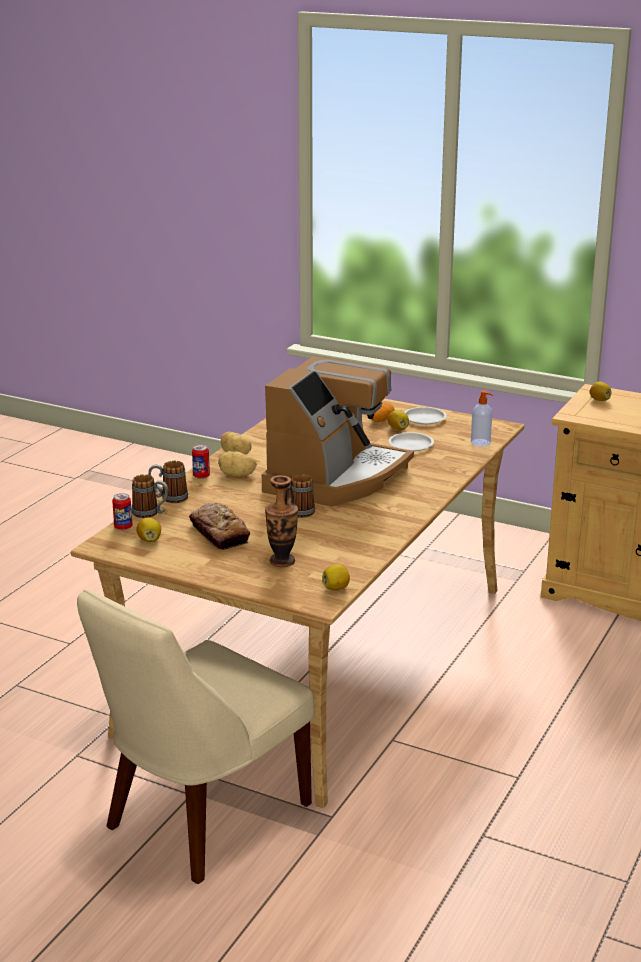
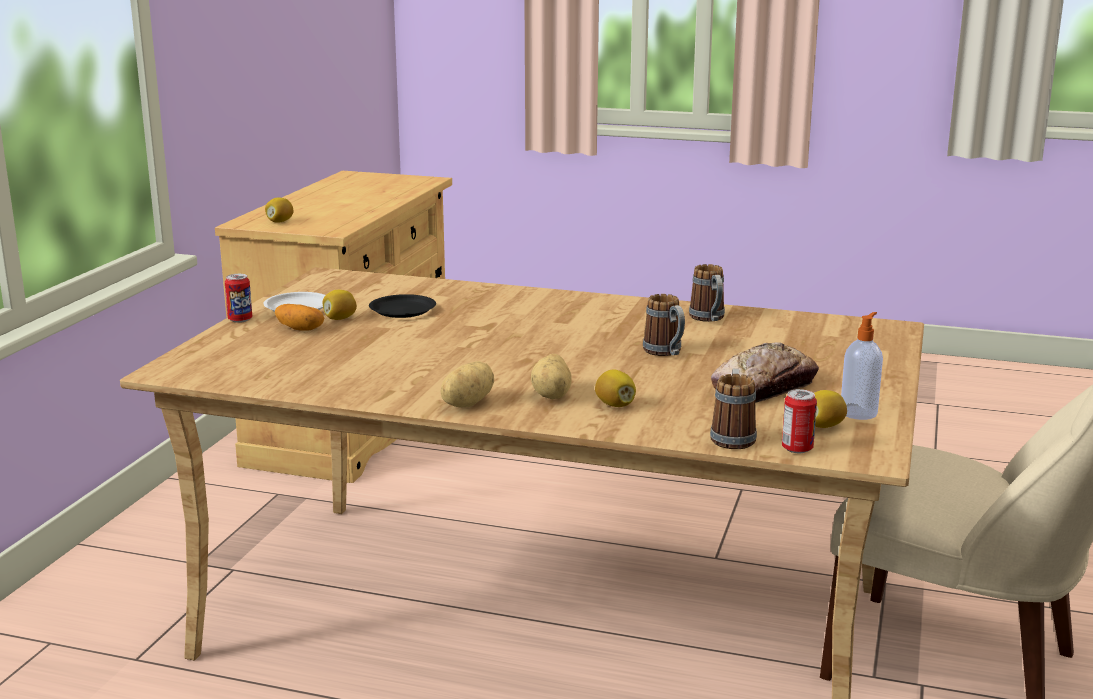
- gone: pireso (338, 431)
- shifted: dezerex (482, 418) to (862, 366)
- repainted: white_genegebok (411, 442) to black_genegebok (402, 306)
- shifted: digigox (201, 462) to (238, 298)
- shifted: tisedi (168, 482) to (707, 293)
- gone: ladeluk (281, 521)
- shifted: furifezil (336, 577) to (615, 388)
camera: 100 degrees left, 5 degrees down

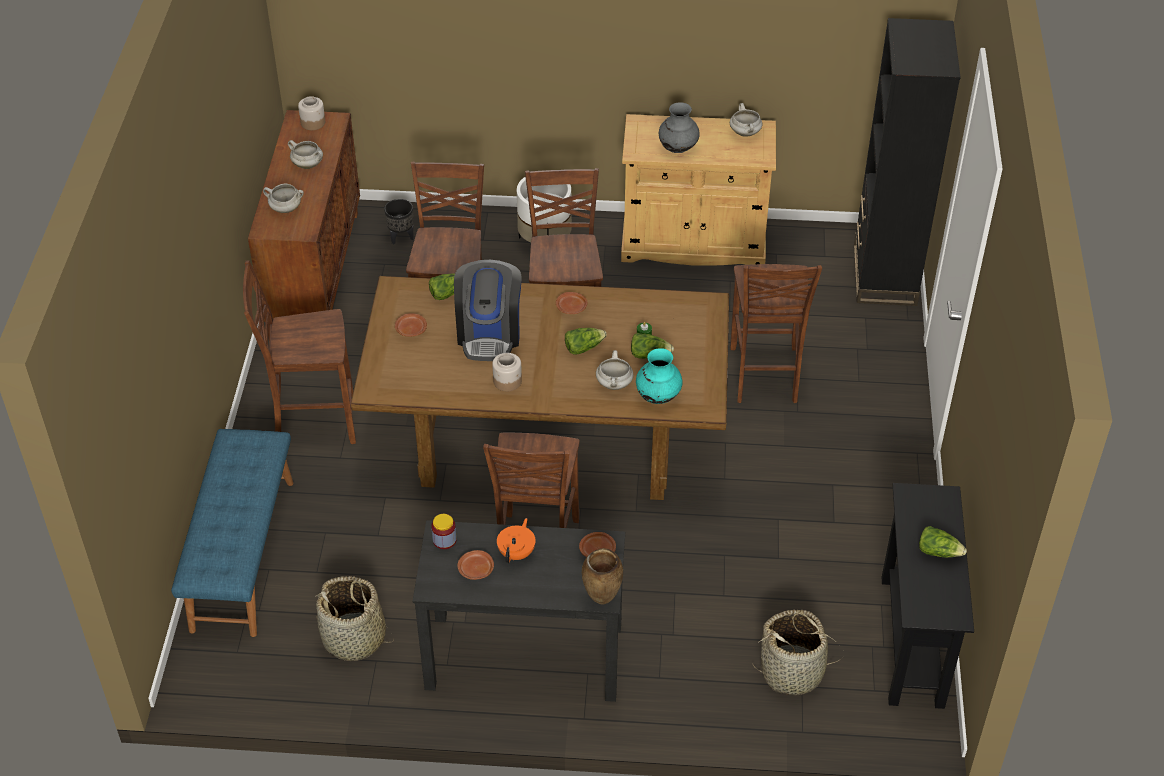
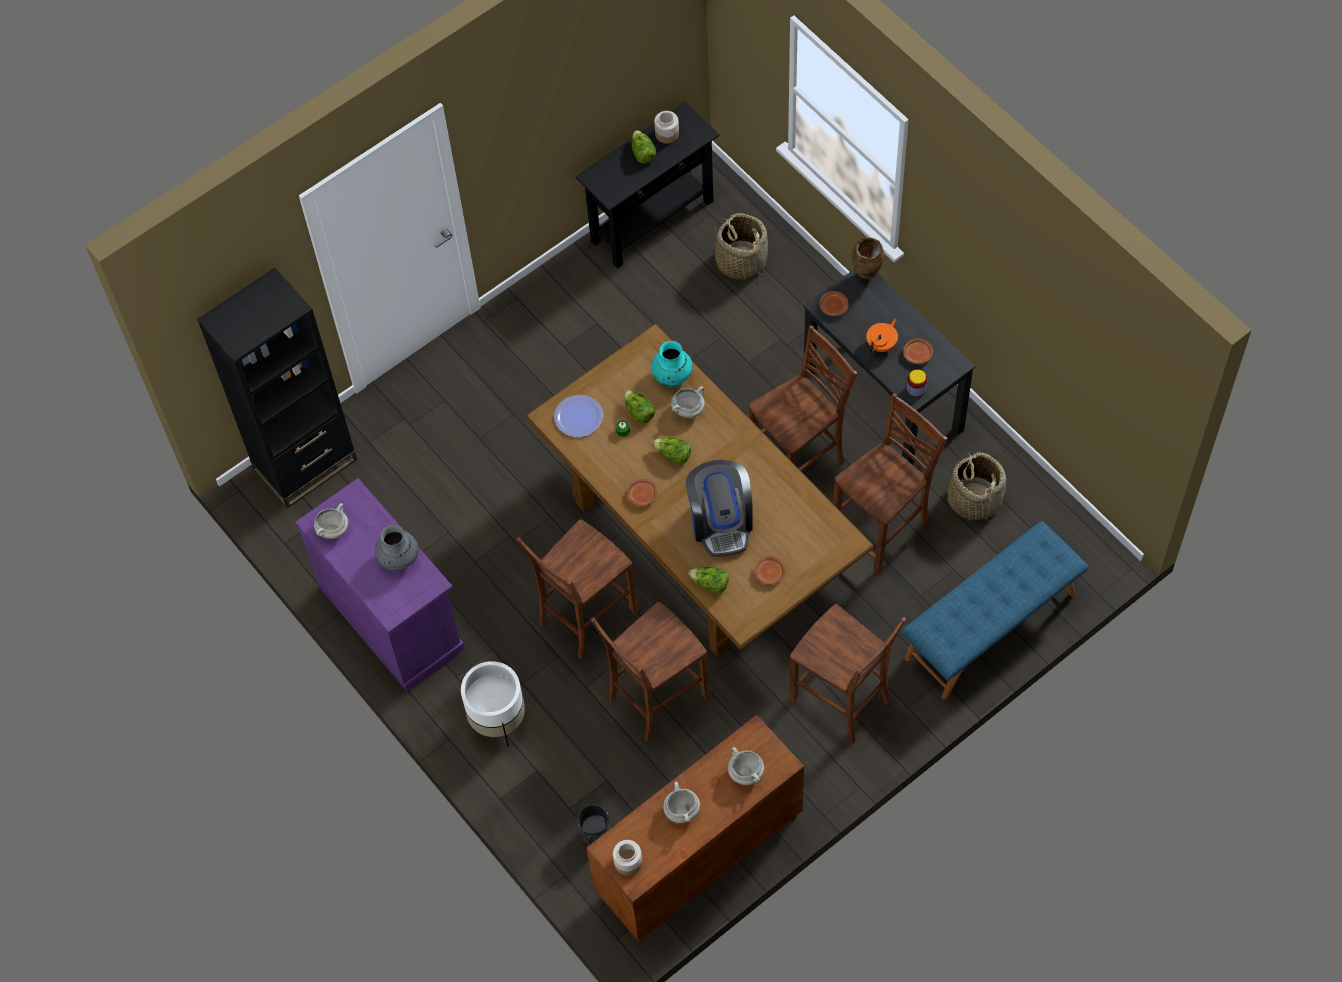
- repainted: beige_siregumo (698, 190) to purple_siregumo (380, 584)
- rotated: pireso (488, 310) = (719, 508) 120 degrees clockwise
- shifted: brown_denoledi (776, 333) to (890, 483)
- shifted: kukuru (507, 372) to (666, 127)
- rotated: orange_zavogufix (516, 540) = (882, 336) 150 degrees clockwise
- new: genegebok (578, 416)
camera: 130 degrees left, 15 degrees up

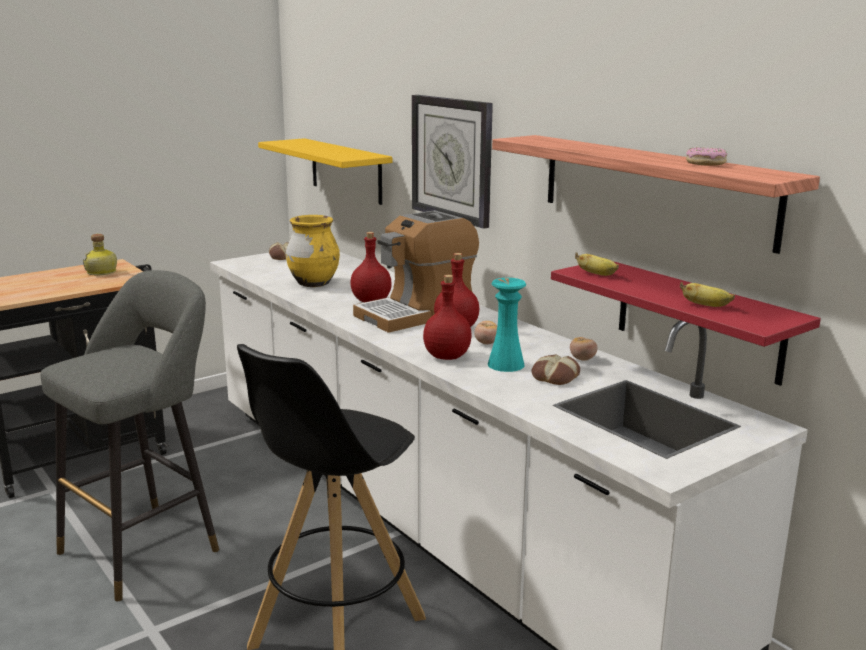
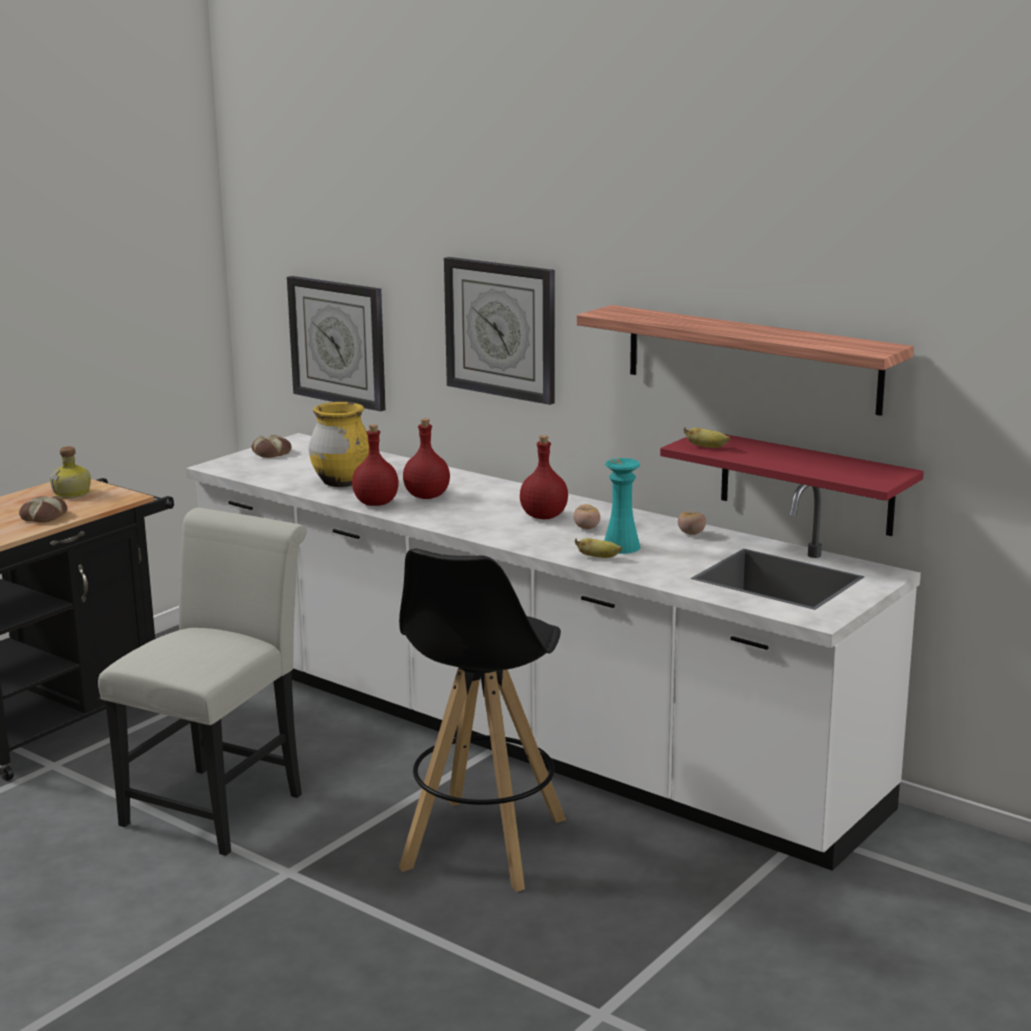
- swapped: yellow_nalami (325, 171) to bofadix (336, 344)
- gone: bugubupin (706, 156)
- gone: pireso (416, 271)
- swapped: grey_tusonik (130, 435) to white_denoledi (202, 682)
- shifted: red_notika (447, 317) to (375, 465)
- shifted: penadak (707, 294) to (598, 548)
- shifted: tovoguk (555, 369) to (43, 509)
camera: 15 degrees left, 0 degrees up

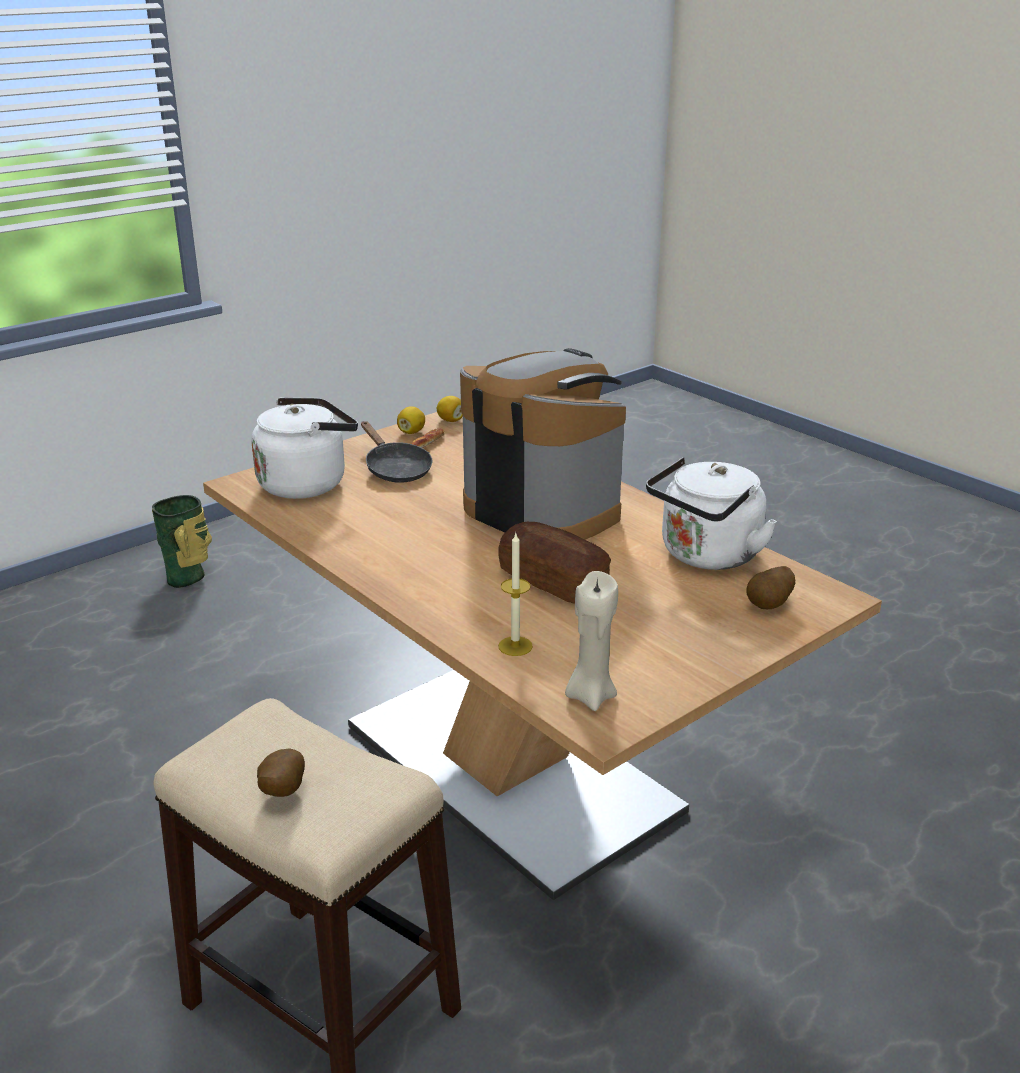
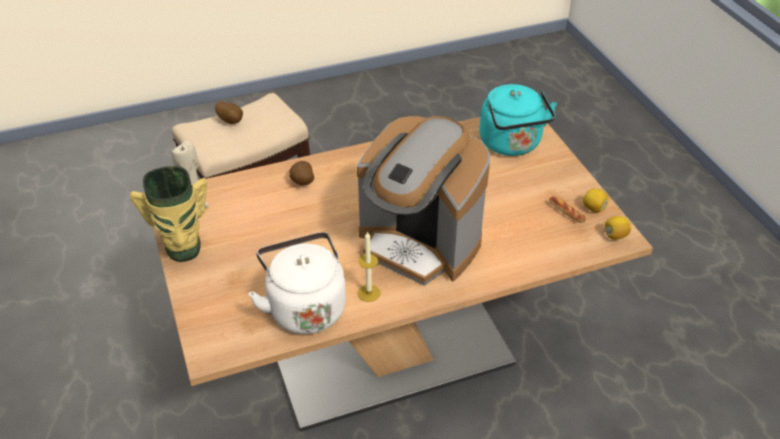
- rotated: pireso (543, 444) = (423, 201) 60 degrees clockwise
- repainted: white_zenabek (304, 448) to turquoise_zenabek (518, 120)
- gone: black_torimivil (396, 452)
- shifted: ladeluk (182, 541) to (168, 214)
- gone: tovoguk (554, 563)
- shifted: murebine (515, 594) to (369, 266)
- shifted: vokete (771, 587) to (302, 173)
camera: 110 degrees right, 15 degrees up

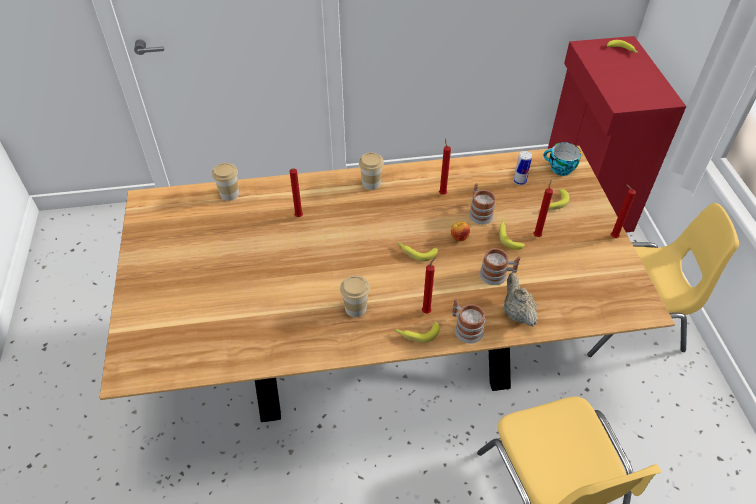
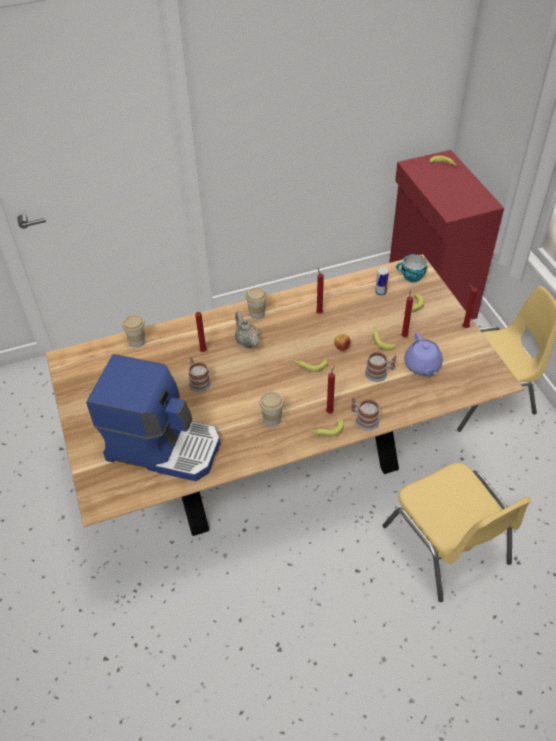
- shifted: tisedi (482, 203) to (199, 374)
- shifted: beige_zavogufix (521, 299) to (247, 329)
- new: purple_zavogufix (423, 354)
- new: pireso (153, 417)
camera: 10 degrees left, 0 degrees up

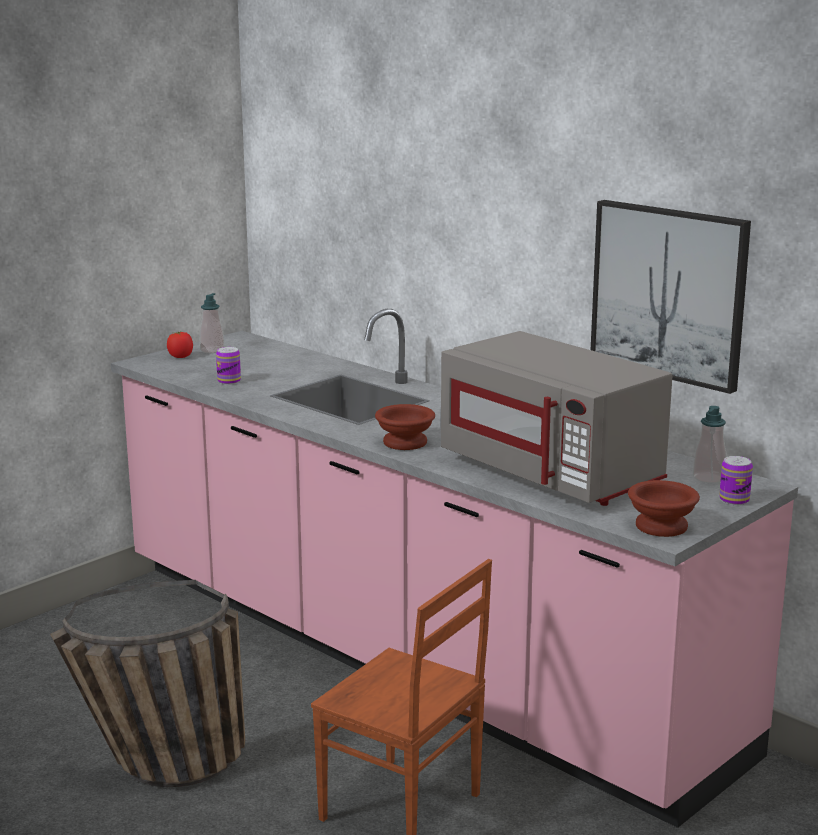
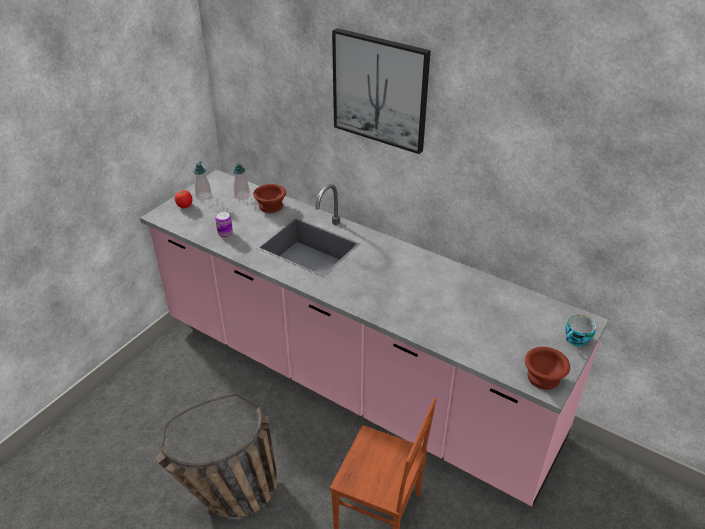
- shifted: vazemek (671, 297) to (381, 91)
- gone: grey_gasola (557, 418)
- shifted: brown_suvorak (405, 427) to (269, 198)
- shifted: dezerex (710, 444) to (241, 181)
- swapped: digigox (736, 480) to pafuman (580, 330)
camera: 10 degrees left, 20 degrees up

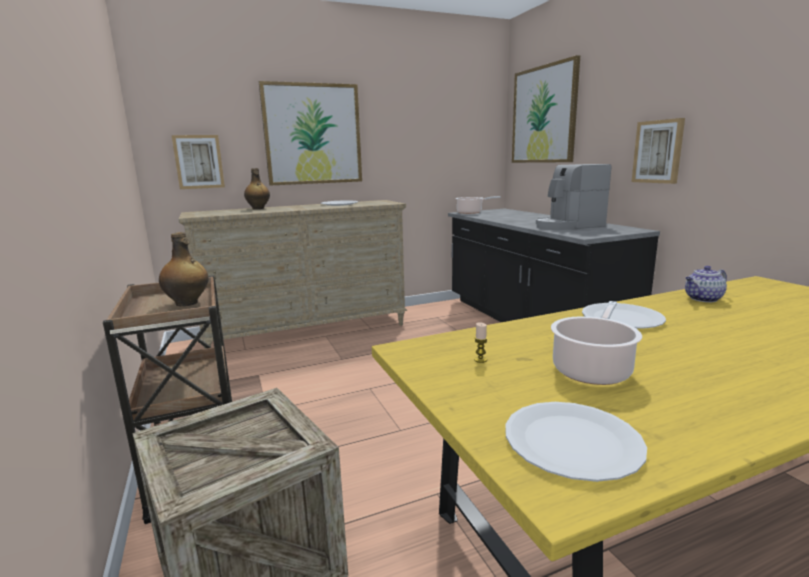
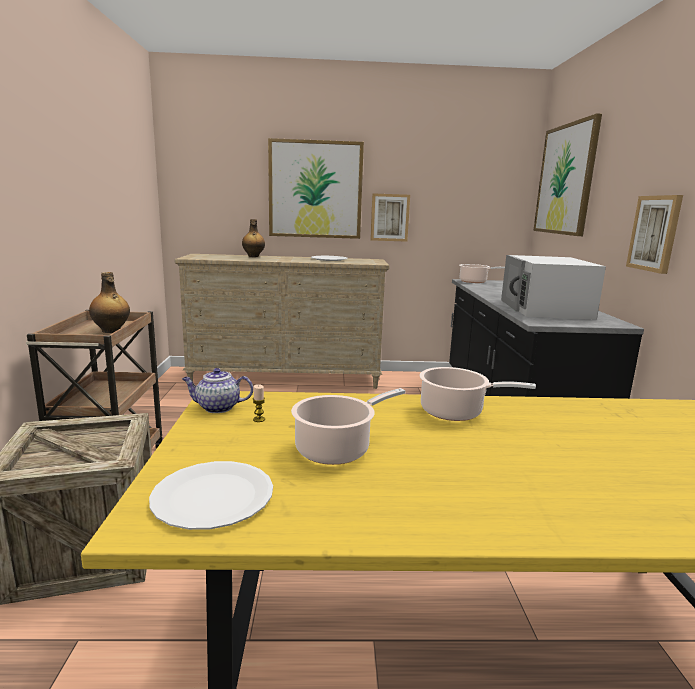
- shifted: vazemek (198, 162) to (390, 217)
- swapped: pireso (573, 197) to white_gasola (553, 287)
- shifted: zavogufix (706, 284) to (217, 390)
- swapped: white_genegebok (624, 316) to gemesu (477, 394)
camera: 20 degrees right, 0 degrees up

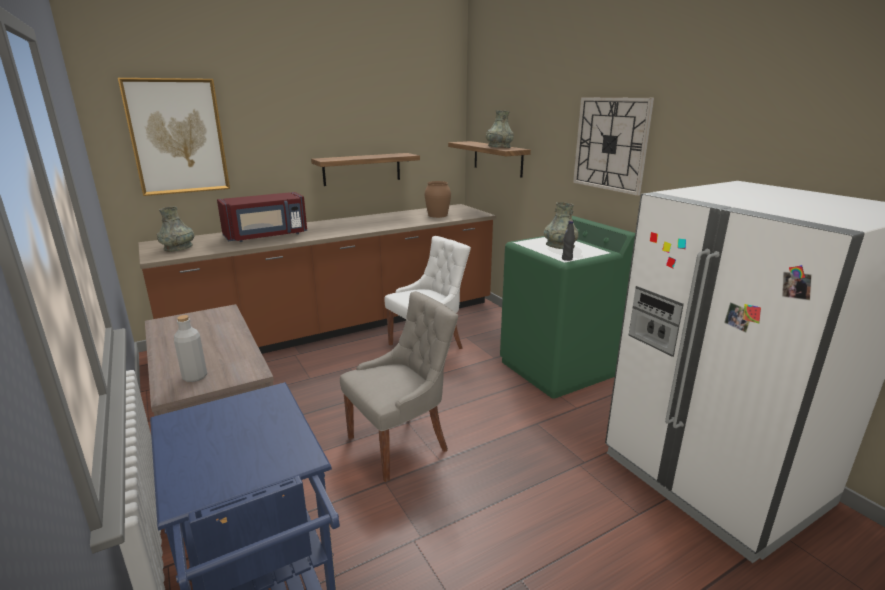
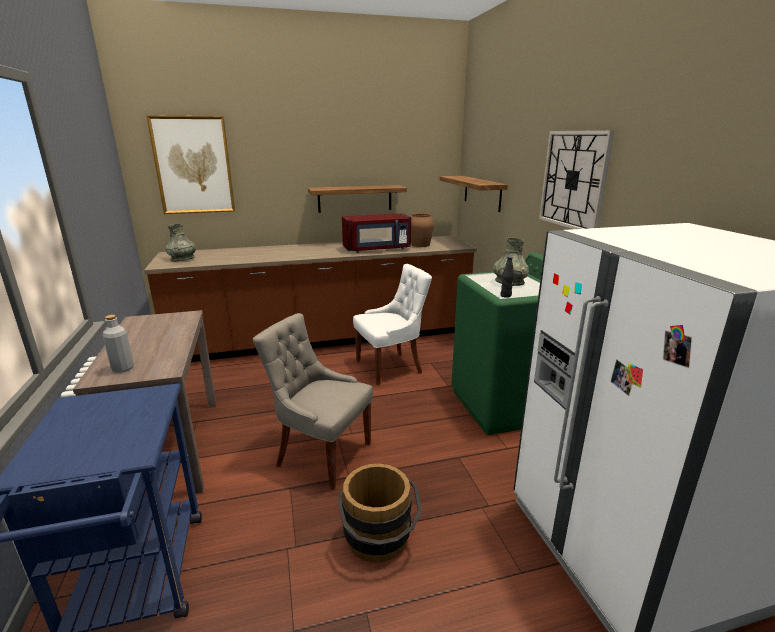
- gone: grey_ladeluk (500, 129)
- shifted: red_gasola (262, 217) to (376, 233)
- rotated: grey_denoledi (399, 386) = (313, 401) 135 degrees counterclockwise
- new: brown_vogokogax (379, 513)
camera: 15 degrees right, 0 degrees up

